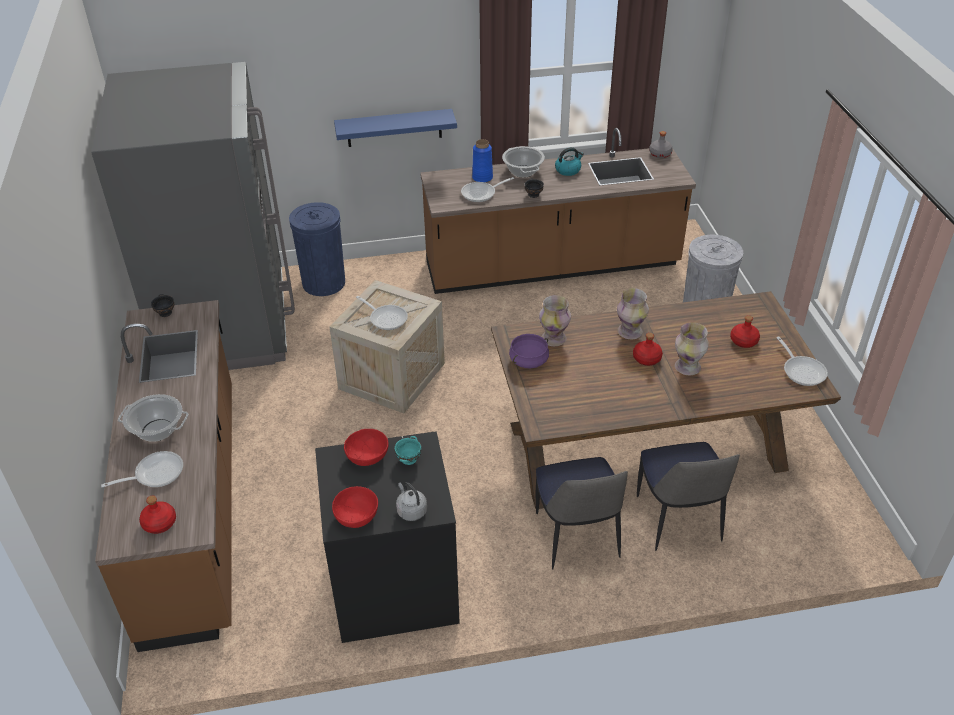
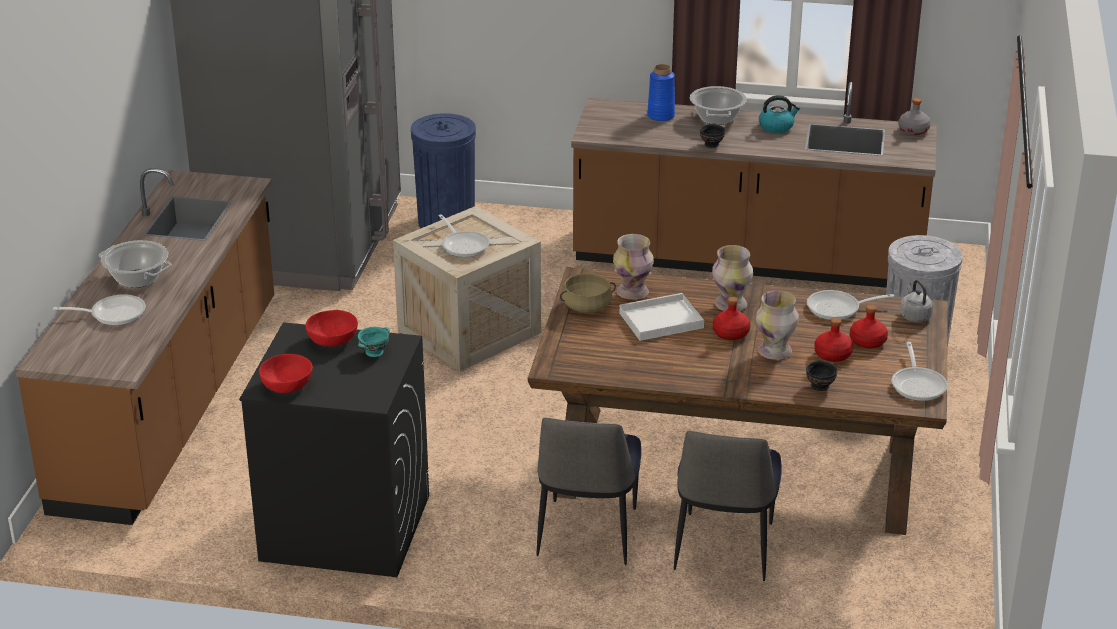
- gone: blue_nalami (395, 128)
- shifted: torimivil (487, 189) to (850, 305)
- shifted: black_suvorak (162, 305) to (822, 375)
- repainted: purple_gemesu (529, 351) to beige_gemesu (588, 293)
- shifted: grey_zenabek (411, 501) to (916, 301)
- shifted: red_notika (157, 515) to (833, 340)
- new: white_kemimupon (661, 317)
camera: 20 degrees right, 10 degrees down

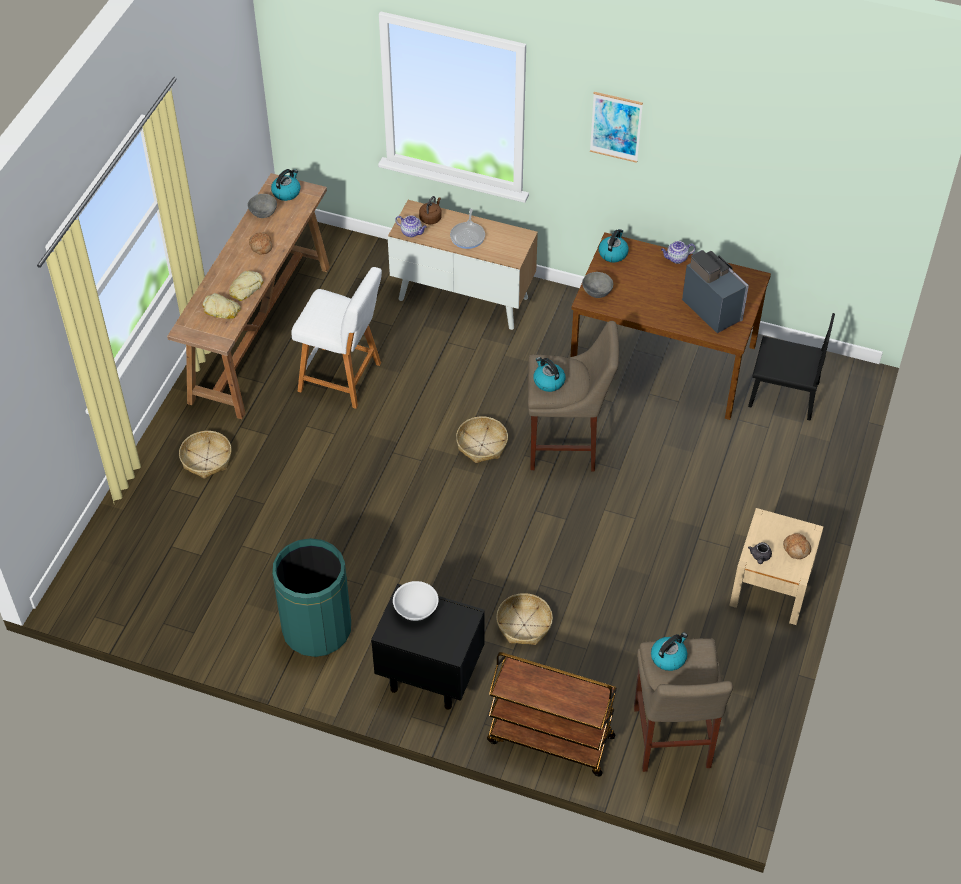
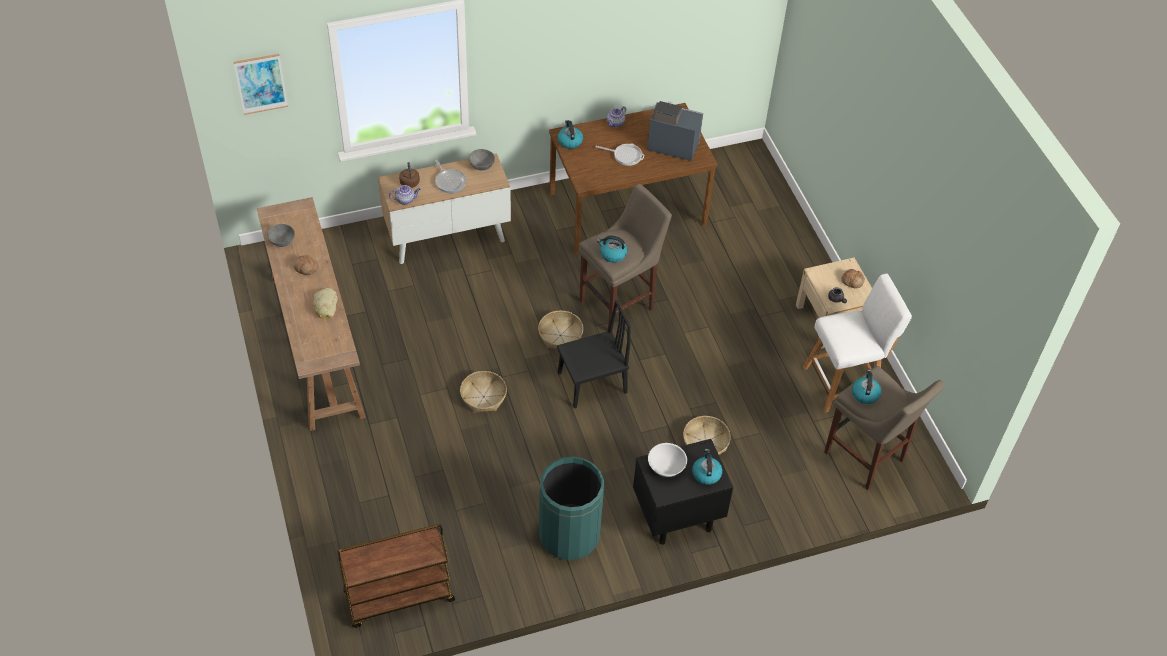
- shifted: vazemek (616, 127) to (261, 84)
- shifted: zenabek (285, 185) to (707, 467)
- shifted: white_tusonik (336, 338) to (857, 342)
- shifted: grey_suvorak (597, 285) to (482, 160)
- gone: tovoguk (221, 306)
- shifted: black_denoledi (791, 367) to (594, 354)
- shifted: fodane (205, 455) to (483, 392)
- shifted: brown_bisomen (552, 714) to (396, 576)
- new: torimivil (619, 154)
camera: 40 degrees left, 0 degrees up

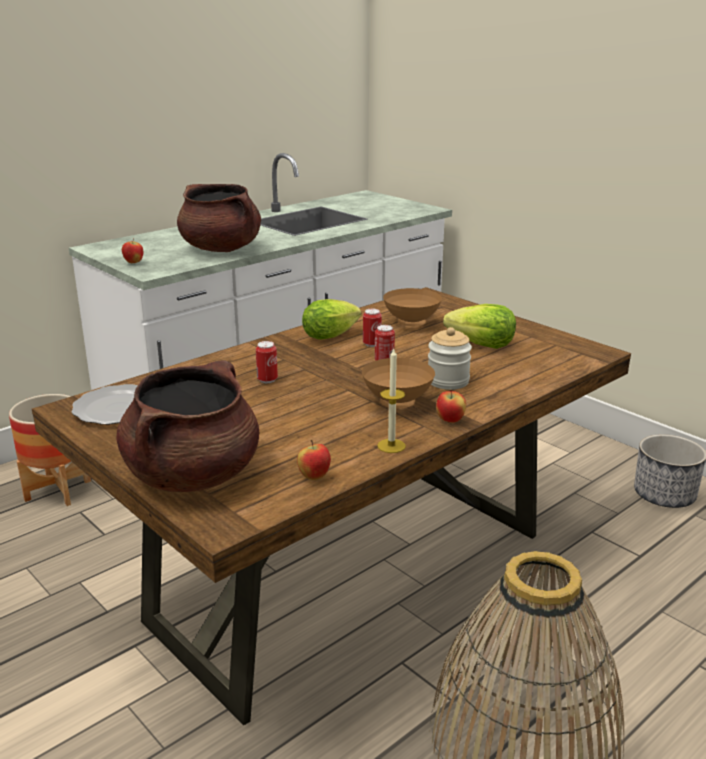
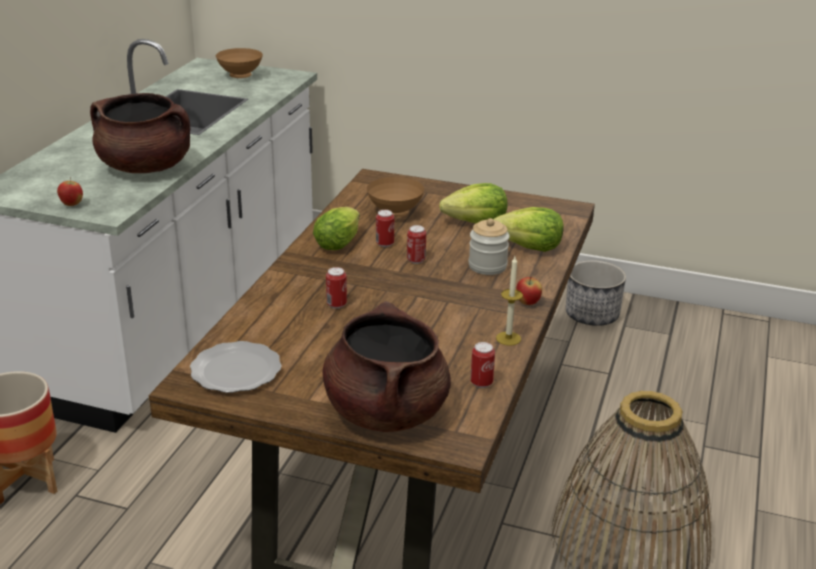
- shifted: brown_suvorak (398, 383) to (239, 63)
- swapped: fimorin (314, 460) to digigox (482, 365)
- new: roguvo (529, 229)
camera: 30 degrees left, 5 degrees up

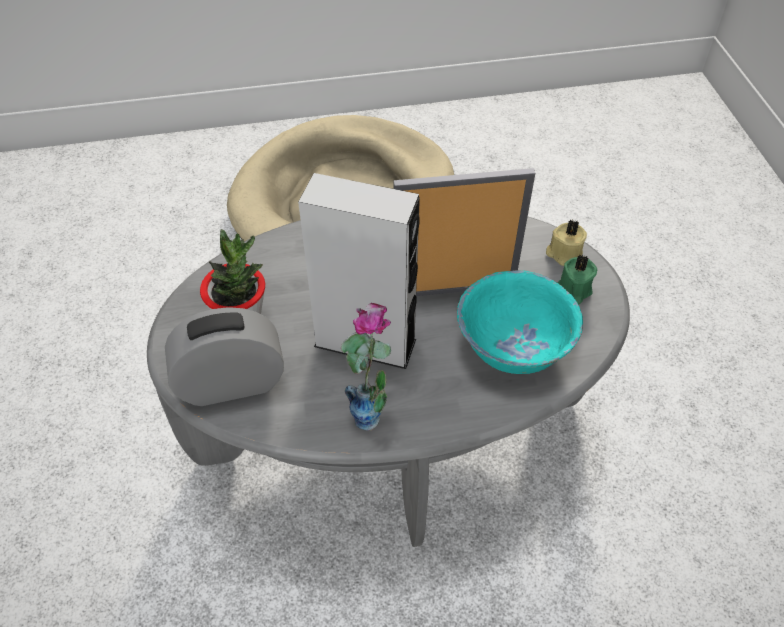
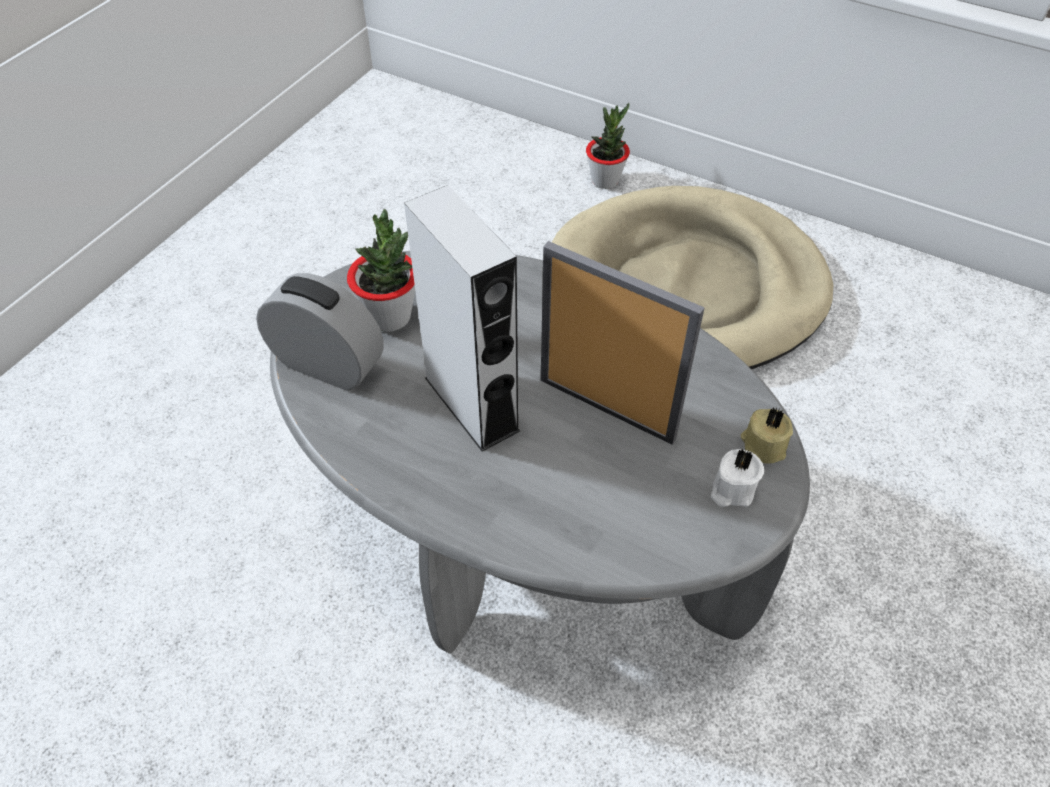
- repainted: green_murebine (577, 279) to white_murebine (737, 477)
- gone: turquoise_suvorak (520, 322)
- gone: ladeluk (366, 367)
- new: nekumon (608, 146)
camera: 40 degrees right, 0 degrees up

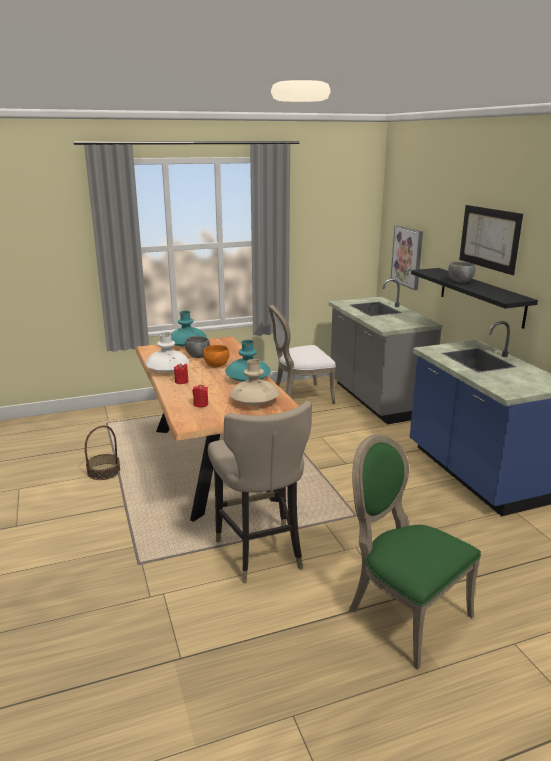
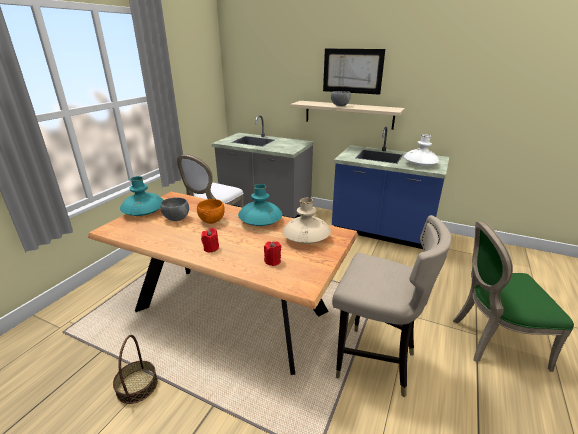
- gone: vazemek (407, 257)
- repainted: black_nalami (474, 298) to beige_nalami (347, 115)
- shifted: white_ladeluk (167, 352) to (421, 150)
camera: 45 degrees left, 5 degrees up

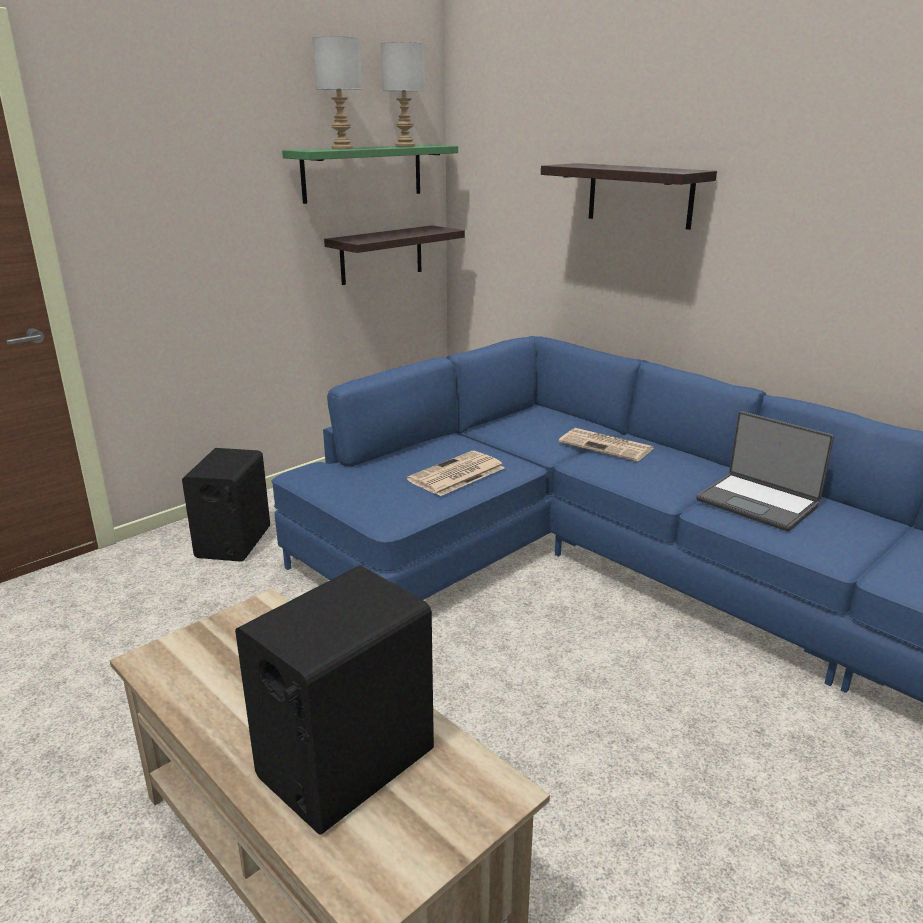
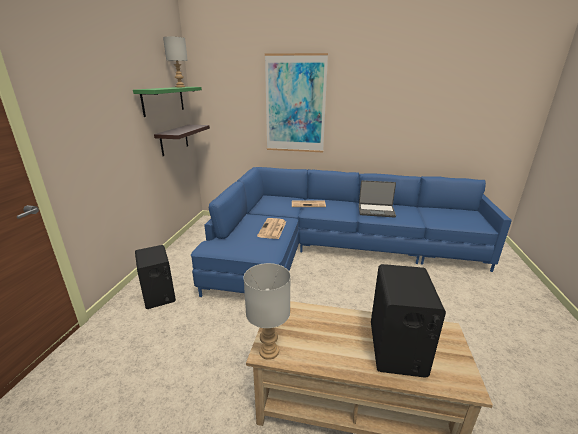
- shifted: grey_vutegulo (337, 92) to (267, 311)
- swapped: nalami (629, 196) to vazemek (296, 102)
camera: 35 degrees left, 0 degrees up

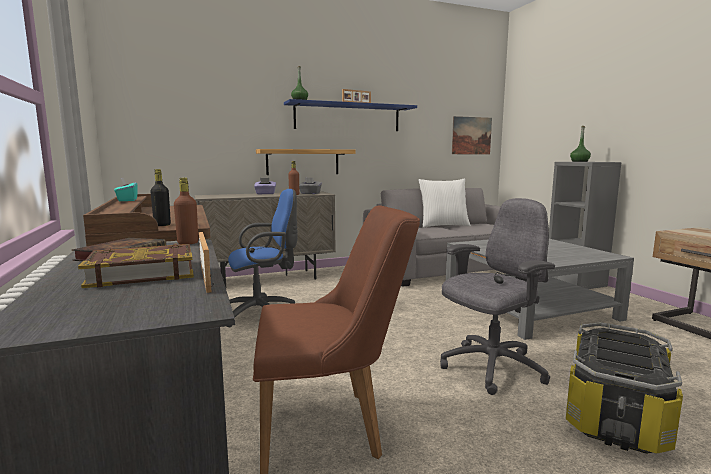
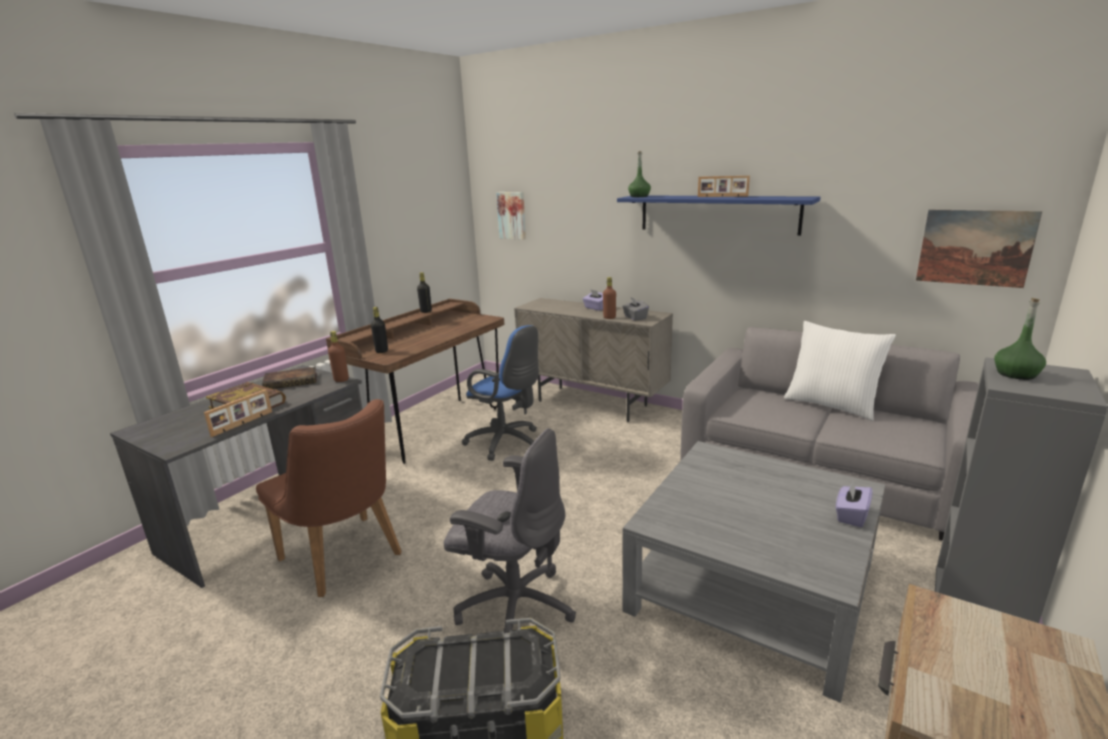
- gone: nalami (305, 162)
- swapped: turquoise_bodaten (126, 189) to black_notika (424, 292)
- new: vazemek (511, 216)
- new: purple_bodaten (854, 503)
camera: 55 degrees right, 10 degrees up

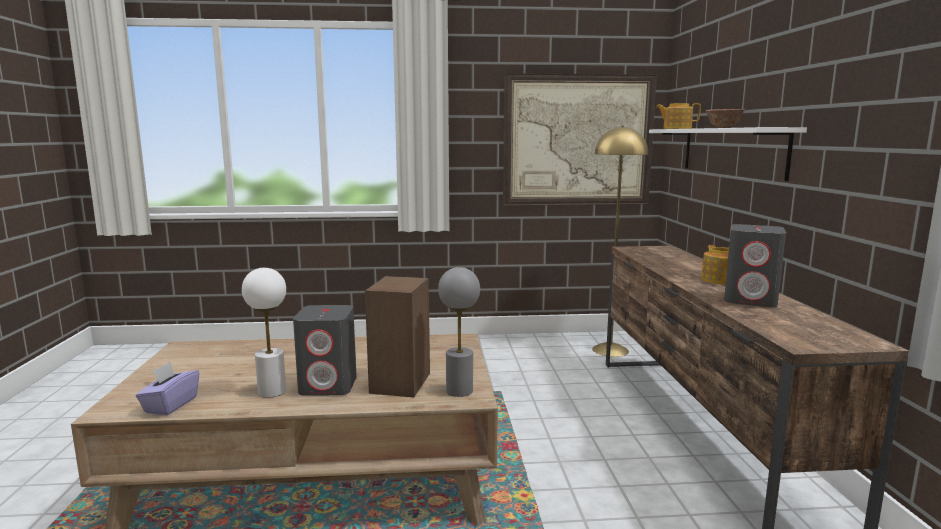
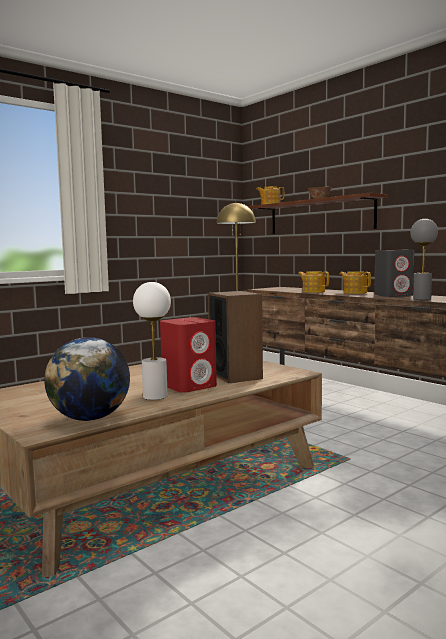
- gone: vazemek (580, 139)
- repainted: white_nalami (728, 154) to brown_nalami (318, 213)
- shifted: grey_vutegulo (459, 332) to (424, 259)
- repainted: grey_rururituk (324, 350) to red_rururituk (188, 355)
- swapped: purple_bodaten (167, 388) to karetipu (87, 379)
- new: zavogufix (313, 282)
camera: 35 degrees left, 5 degrees down

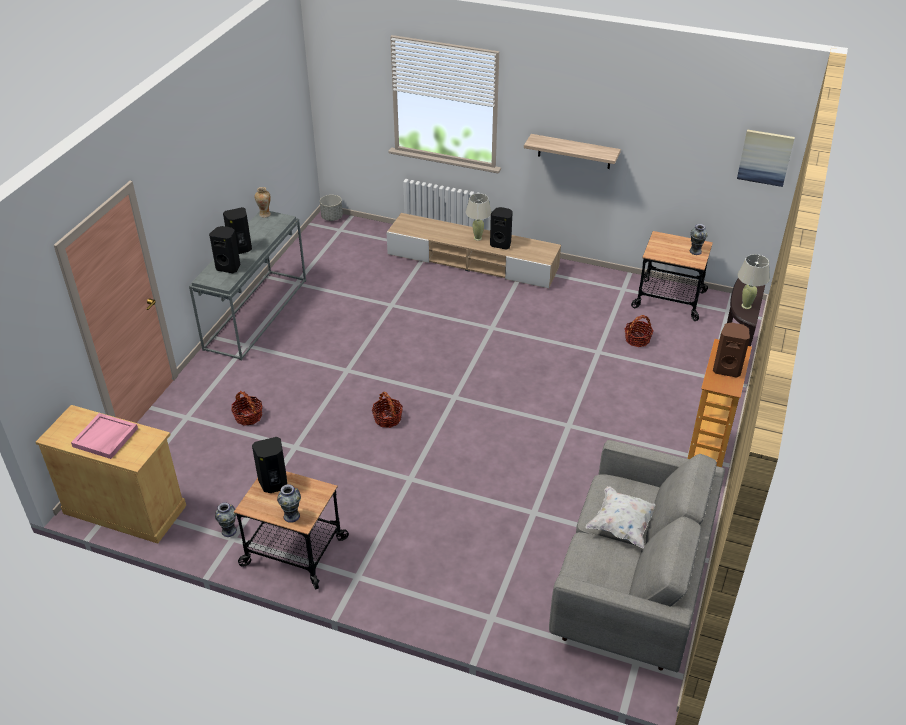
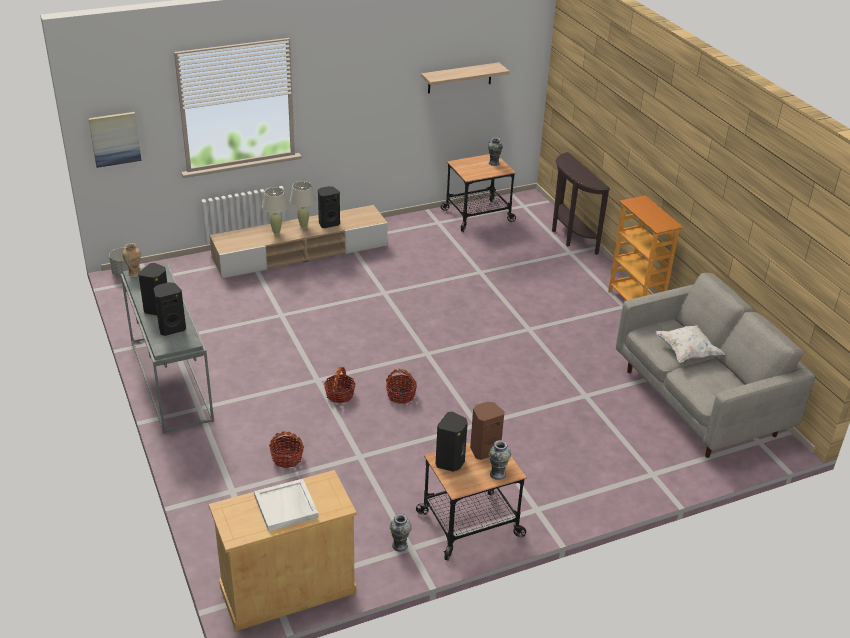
- shifted: vazemek (766, 158) to (115, 140)
- shifted: nalami (572, 151) to (465, 77)
- shifted: beige_vutegulo (753, 281) to (275, 211)
- shifted: fodane (639, 331) to (340, 385)
- shifted: brown_rururituk (731, 350) to (487, 431)
- repainted: pink_kemimupon (104, 436) to white_kemimupon (286, 505)
camera: 45 degrees left, 5 degrees down

